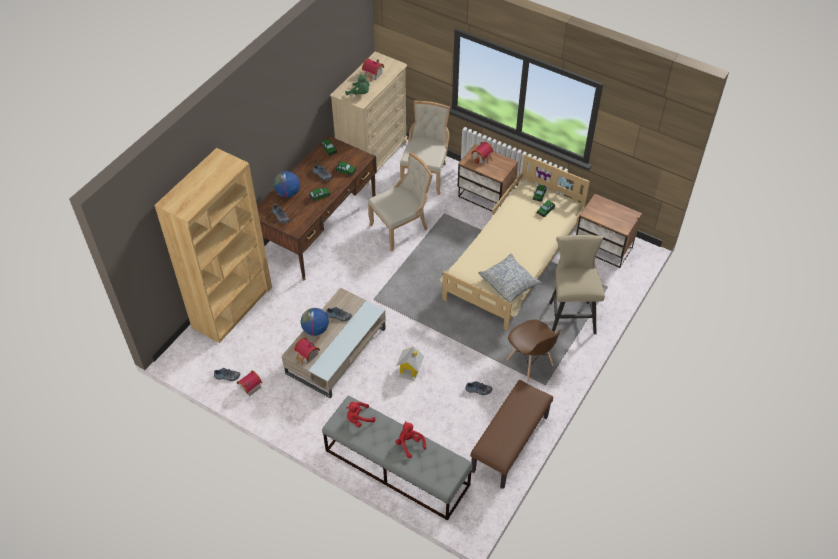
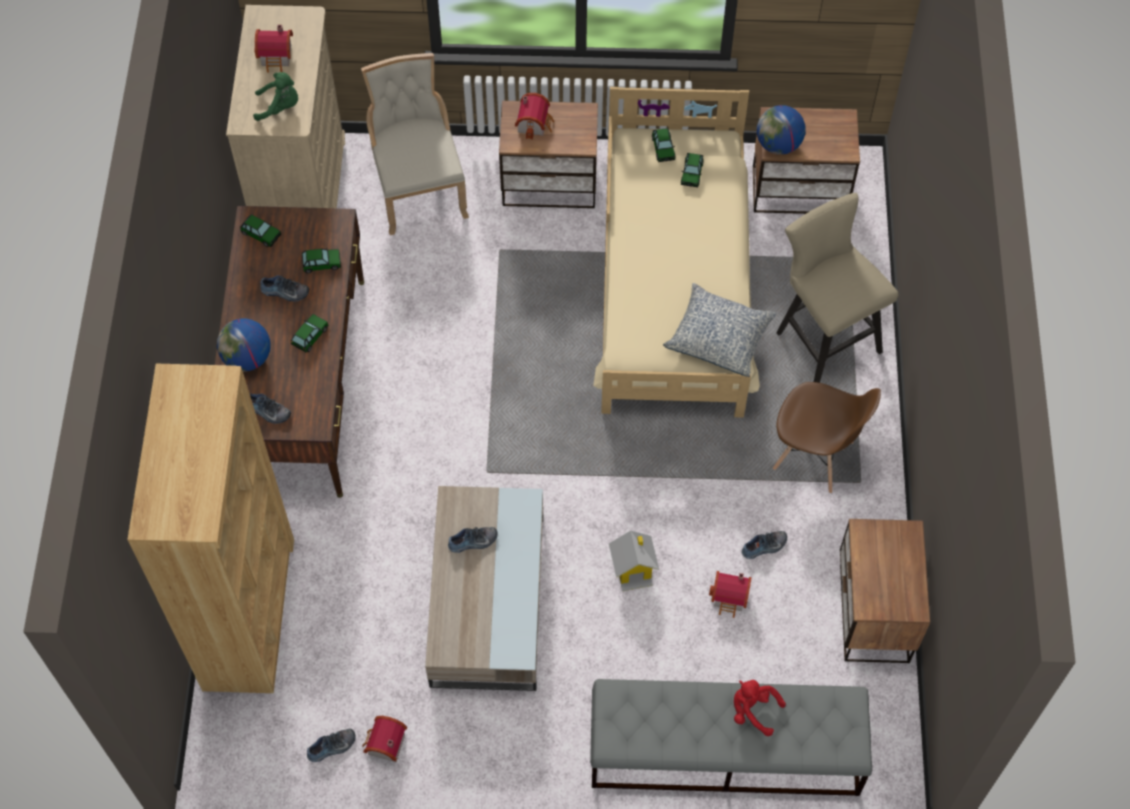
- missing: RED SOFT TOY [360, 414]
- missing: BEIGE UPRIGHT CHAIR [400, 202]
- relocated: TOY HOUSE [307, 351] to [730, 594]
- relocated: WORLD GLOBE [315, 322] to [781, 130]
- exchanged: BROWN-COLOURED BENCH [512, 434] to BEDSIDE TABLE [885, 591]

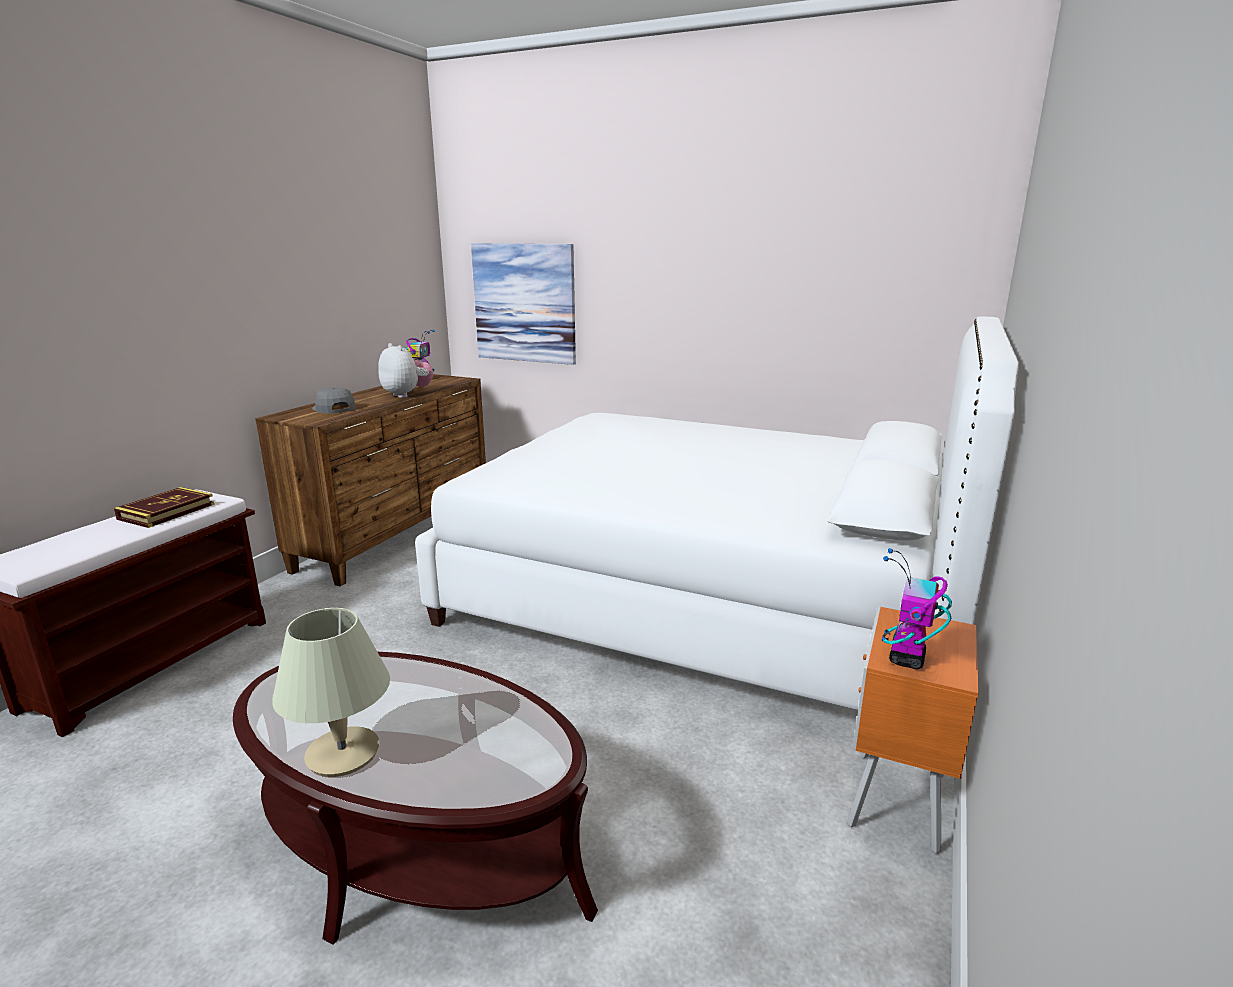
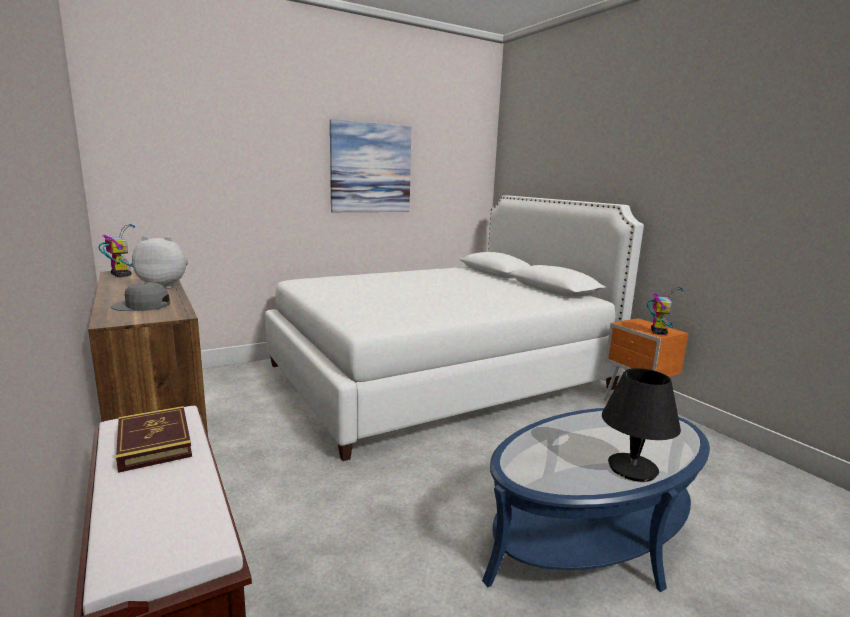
- relocated: PICTURE [523, 304] to [371, 165]
- colour: BROWN-COLOURED LOW TABLE [415, 798] to BLUISH LOW TABLE [596, 500]
- colour: BEIGE TABLETOP LAMP [331, 692] to BLACKISH TABLETOP LAMP [641, 425]
- spun: MODEL ROBOT [916, 608] = [665, 311] 135 degrees counterclockwise

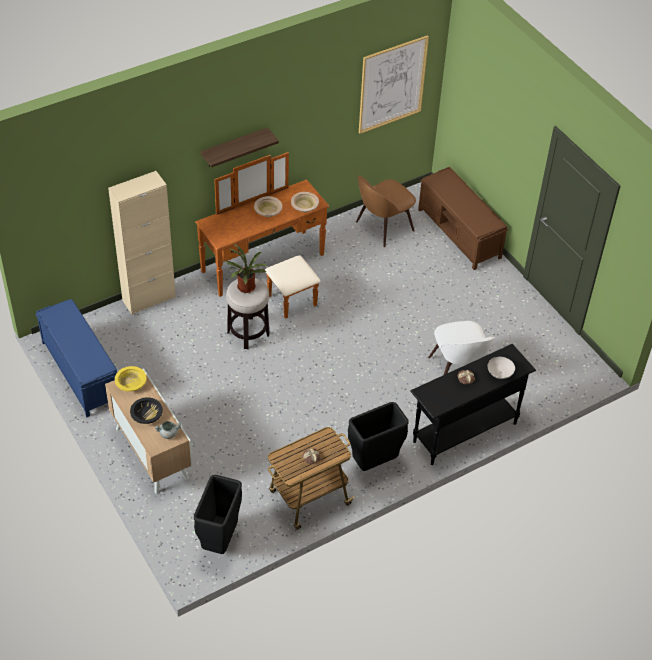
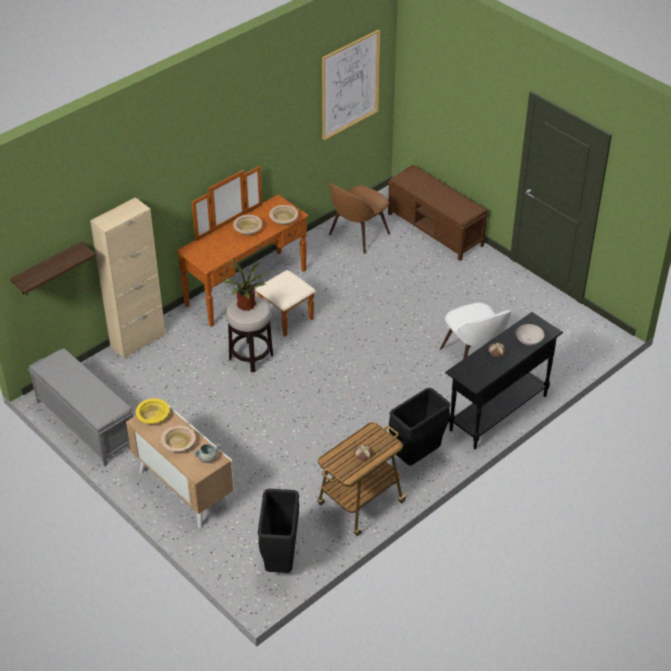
- relocated: SHELF [239, 147] to [53, 268]
- colour: BLUISH BENCH [76, 358] to GREYISH BENCH [81, 407]
- colour: BLACKISH SERVING BOWL [146, 410] to BEIGE SERVING BOWL [178, 439]

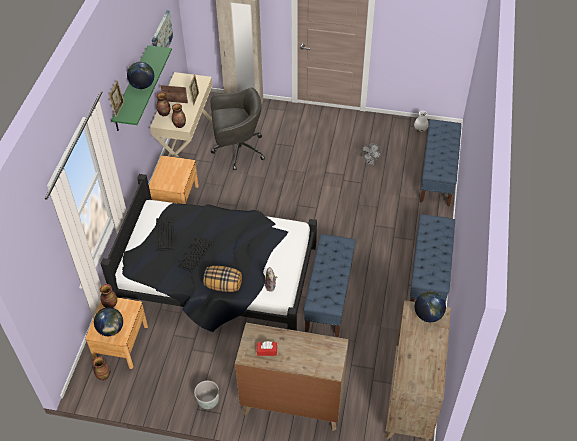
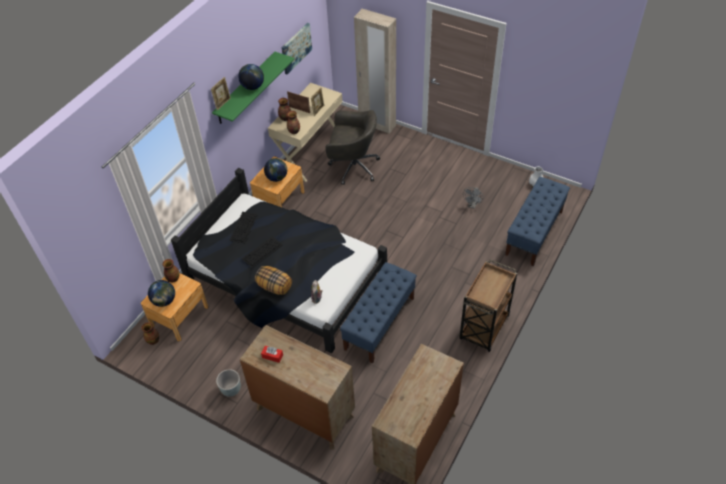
- relocated: WORLD GLOBE [430, 306] to [275, 170]
- exchanged: BLUISH BENCH [432, 258] to BROWN-COLOURED TROLLEY [488, 306]

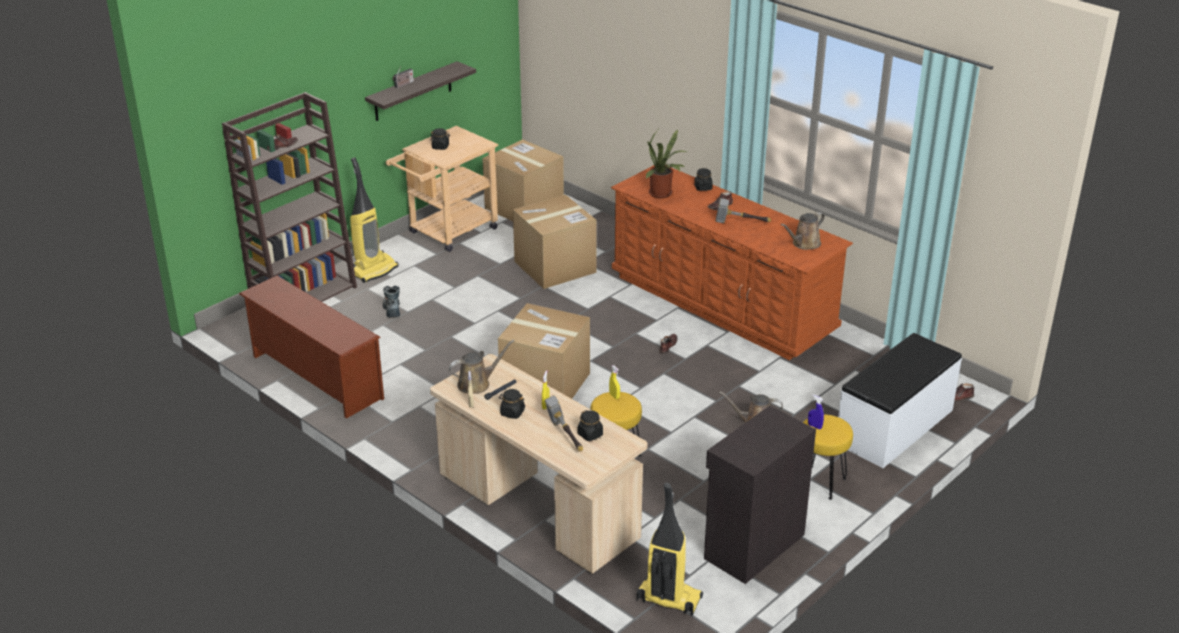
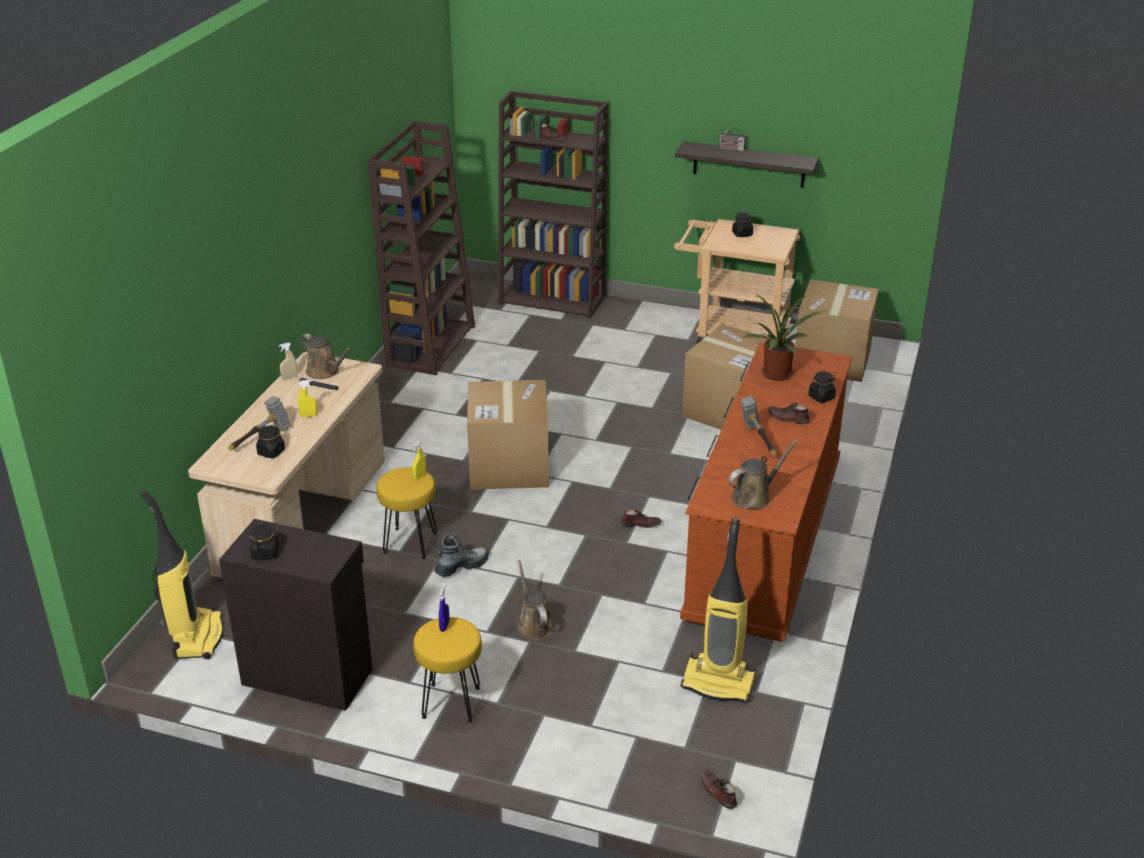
- missing: WHITISH BENCH [900, 400]
- relocated: HOOVER [374, 220] to [718, 610]
- relocated: HIGH-TOP BOOT [391, 302] to [461, 555]
- relocated: BLACKISH PRESERVE JAR [512, 404] to [264, 541]
- exchanged: BROWN-COLOURED SHOE STAND [311, 347] to BROWN-COLOURED BOOKCASE [421, 248]
- spun: BROWN-COLOURED WATERING CAN [803, 231] = [763, 474] 120 degrees clockwise

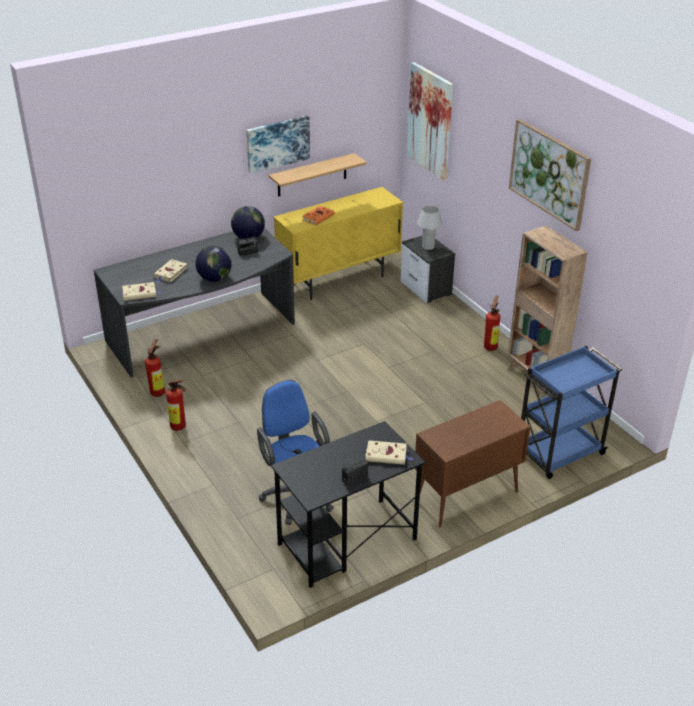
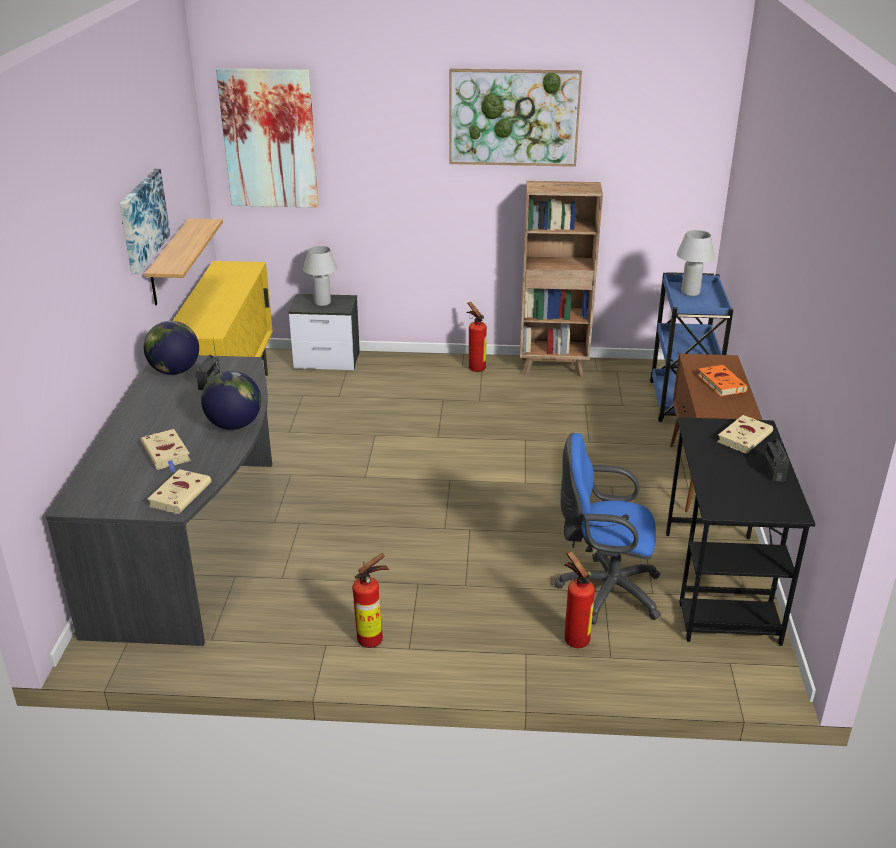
- appeared: WHITISH TABLETOP LAMP [696, 263]
- relocated: FIRE-FIGHTING CYLINDER [155, 368] to [579, 599]
- relocated: ORANGE-COLOURED BOUND BOOK [318, 215] to [722, 380]

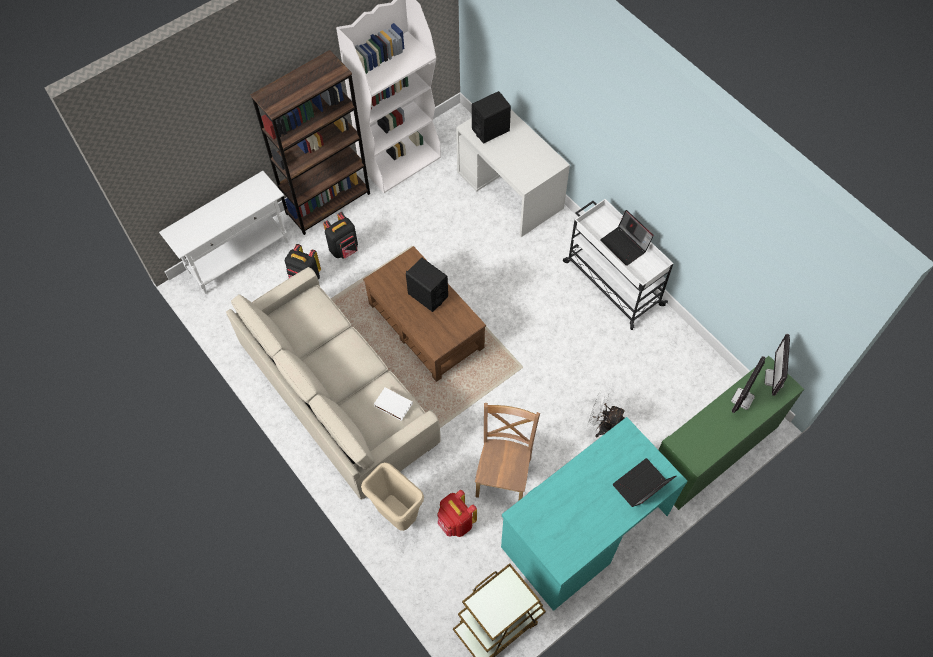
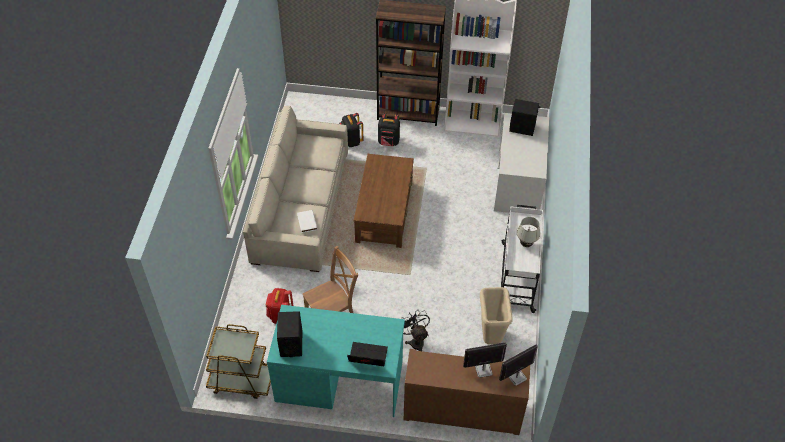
- missing: WHITISH HALL TABLE [224, 232]
- relocated: BEIGE WASTE BIN [392, 496] to [496, 316]
- relocated: BLACKISH SPEAKER [427, 285] to [289, 334]
- exchanged: PORTABLE COMPUTER [627, 238] to WHITISH TABLETOP LAMP [528, 232]
- colour: WHITISH FAN [606, 413] to BLACKISH FAN [416, 330]
- colour: GREENISH CUPBOARD [731, 433] to BROWN-COLOURED CUPBOARD [466, 392]

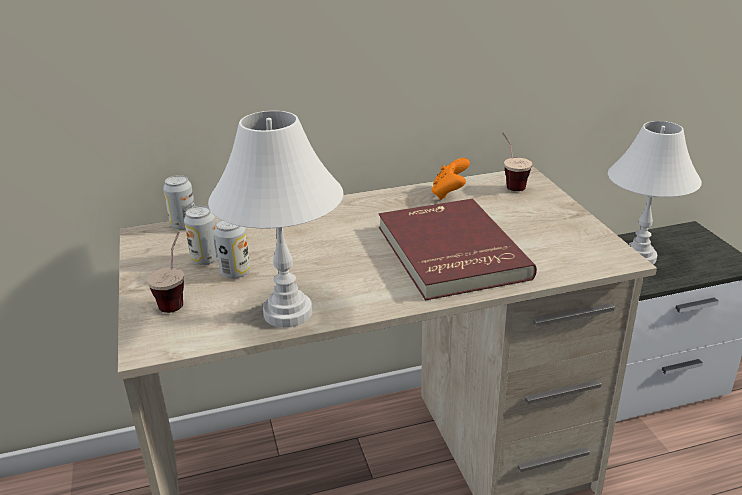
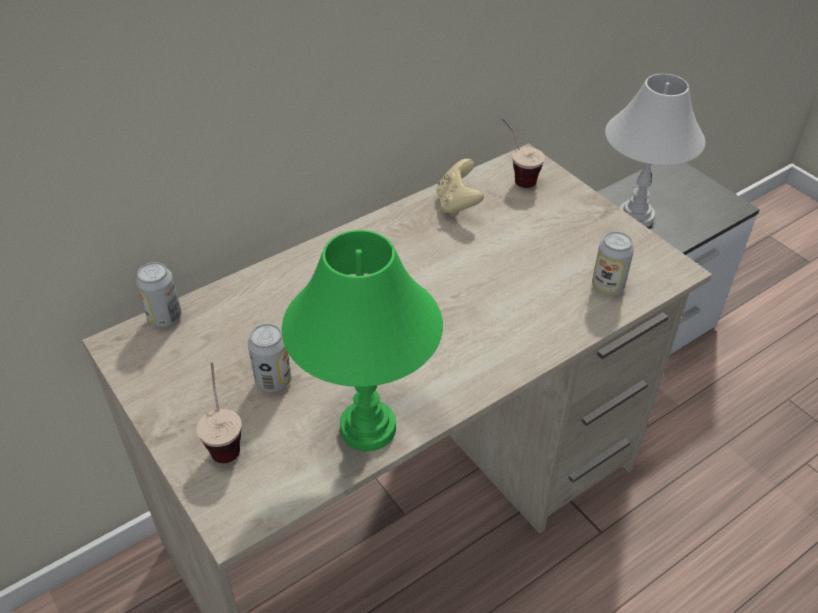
- missing: RED BOUND BOOK [458, 250]
- relocated: CAN [201, 235] to [613, 263]
- colour: WHITISH TABLETOP LAMP [275, 219] to GREENISH TABLETOP LAMP [362, 340]
- colour: ORANGE-COLOURED GAMEPAD [451, 179] to BEIGE GAMEPAD [460, 188]

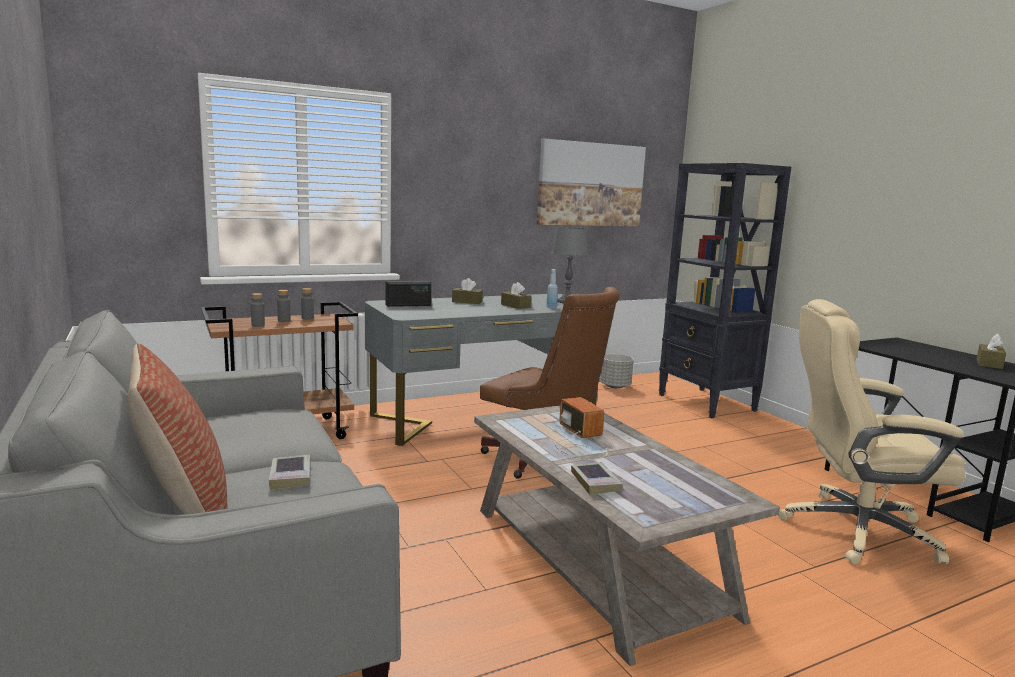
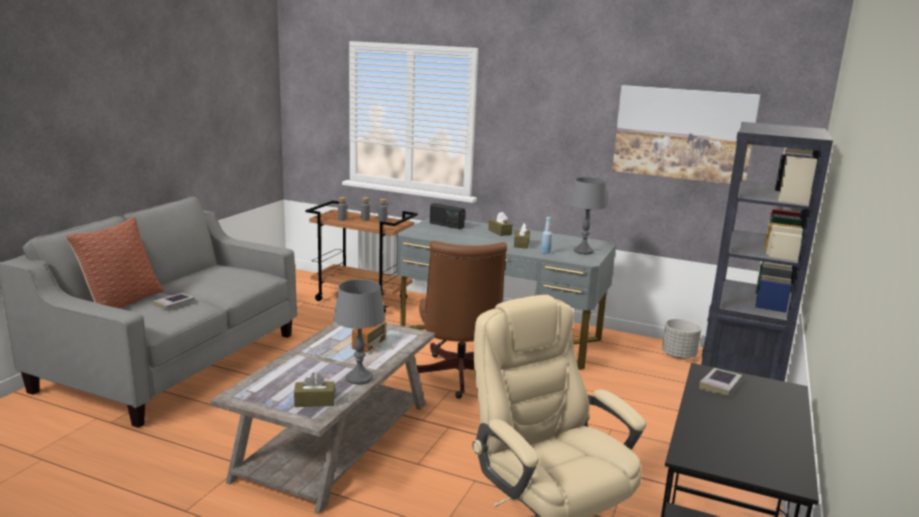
- appeared: GREYISH TABLETOP LAMP [359, 332]
- relocated: BOUND BOOK [597, 478] to [720, 382]
- relocated: BROWN-COLOURED BOX OF TISSUES [991, 351] to [314, 390]

